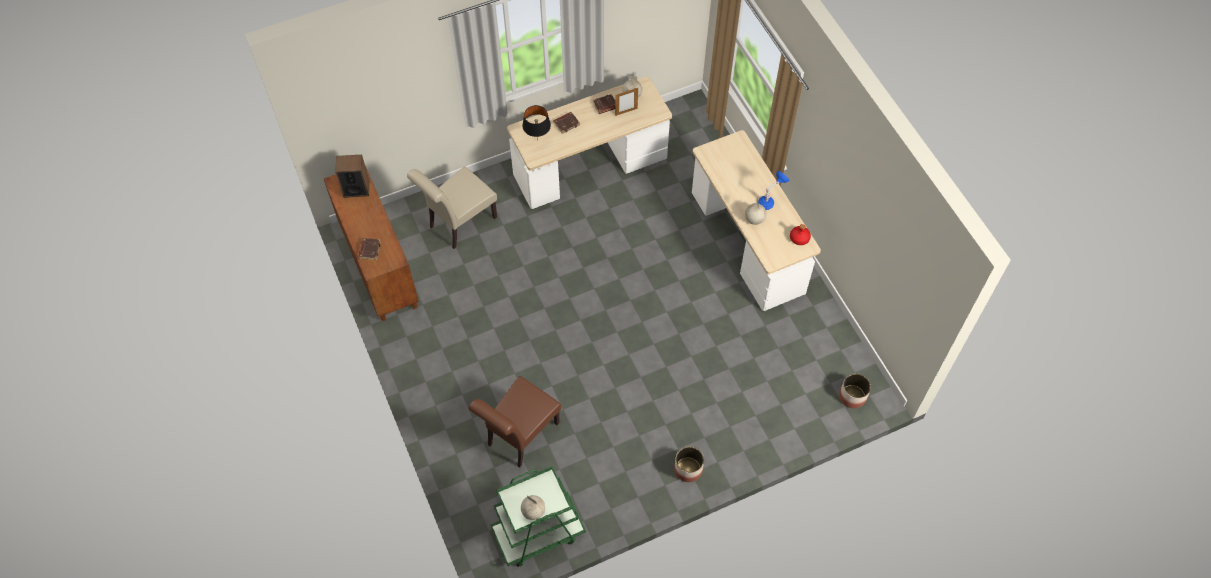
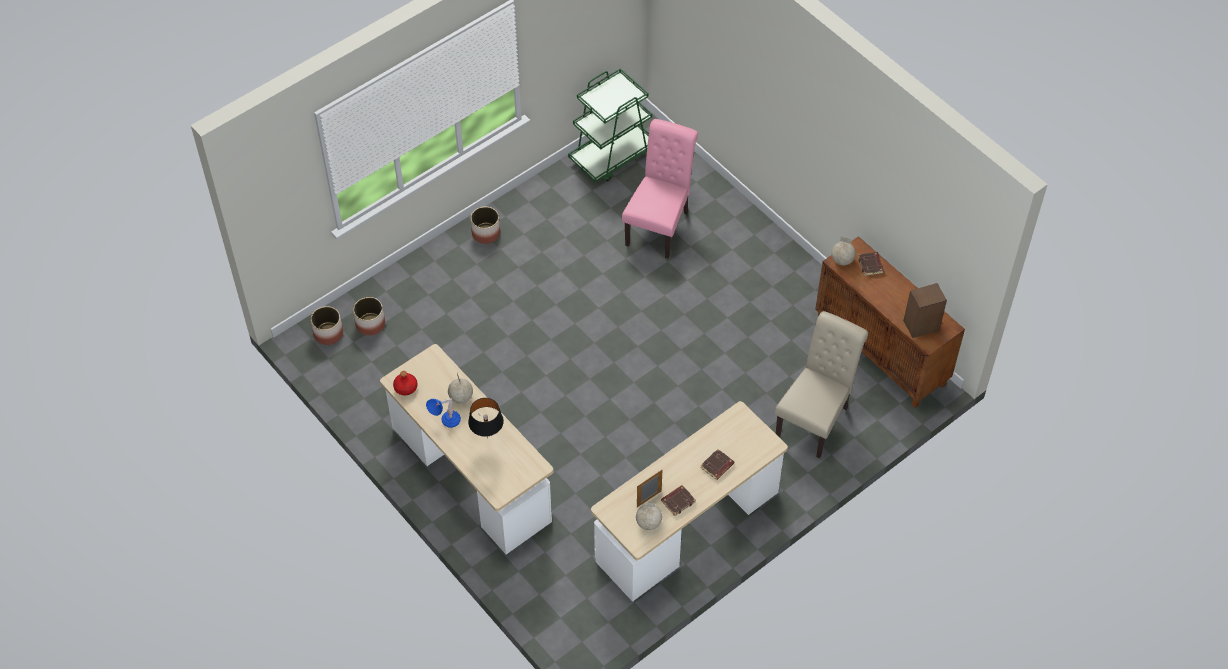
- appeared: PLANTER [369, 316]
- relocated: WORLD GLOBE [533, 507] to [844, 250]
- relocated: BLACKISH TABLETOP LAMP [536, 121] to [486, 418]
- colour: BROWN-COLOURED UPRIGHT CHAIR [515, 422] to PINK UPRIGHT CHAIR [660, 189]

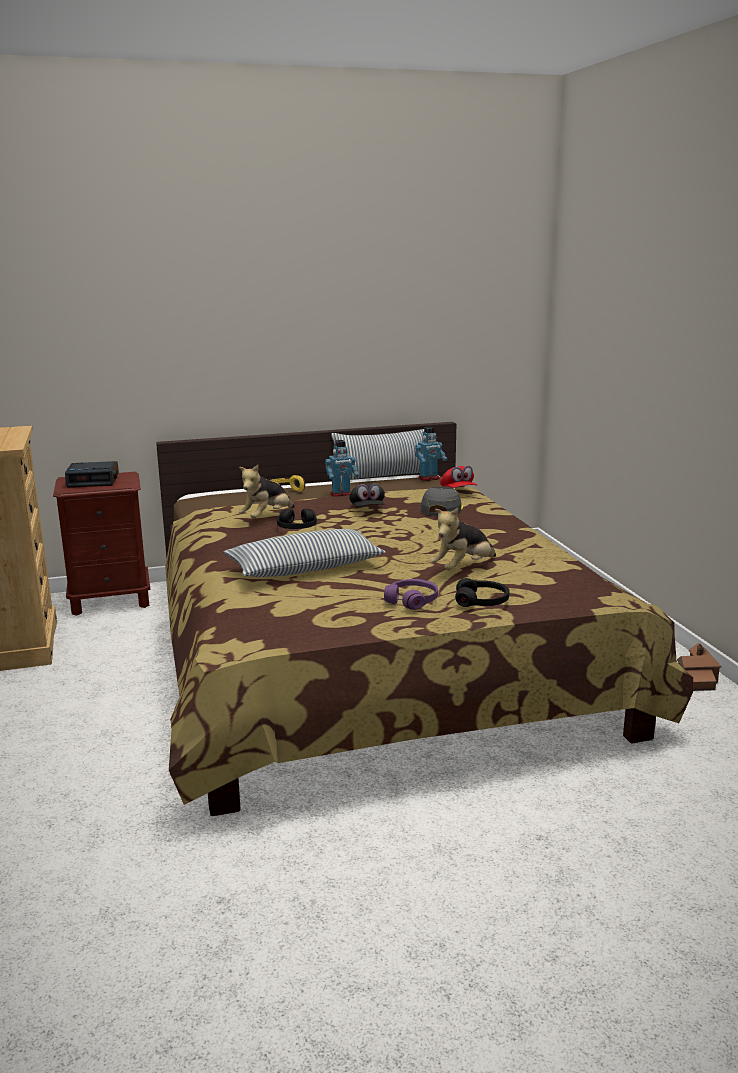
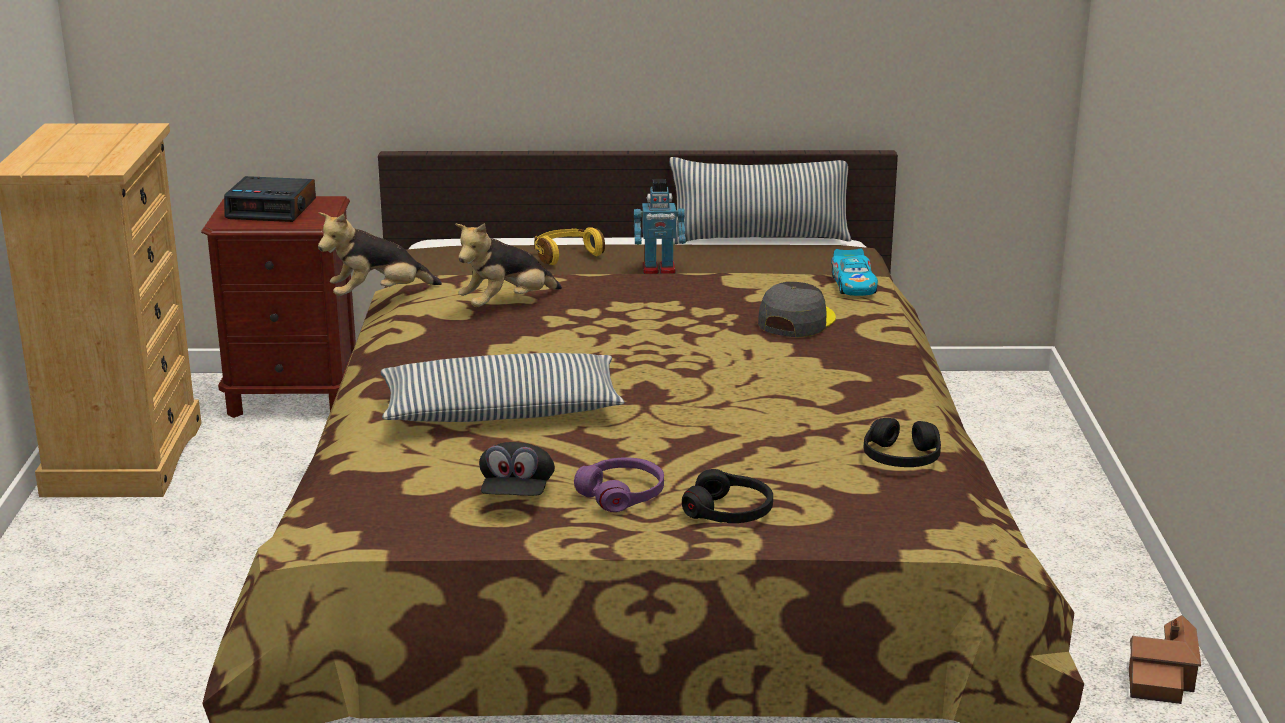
- missing: MODEL ROBOT [431, 454]
- relocated: BLACKISH HEADPHONES [297, 519] to [902, 442]
- relocated: BLACKISH CAP [367, 495] to [517, 469]
- relocated: SOFT TOY [463, 539] to [380, 254]
- exchanged: RED CAP [458, 477] to TOY CAR [854, 272]

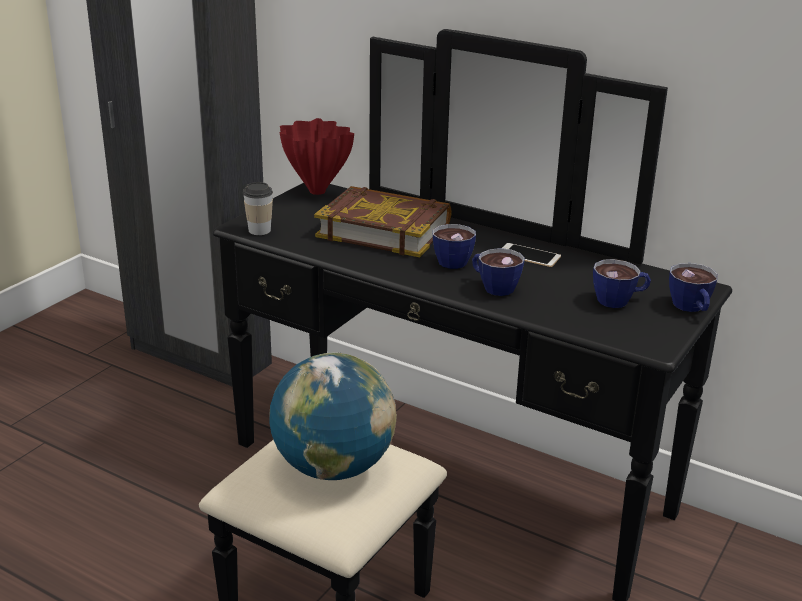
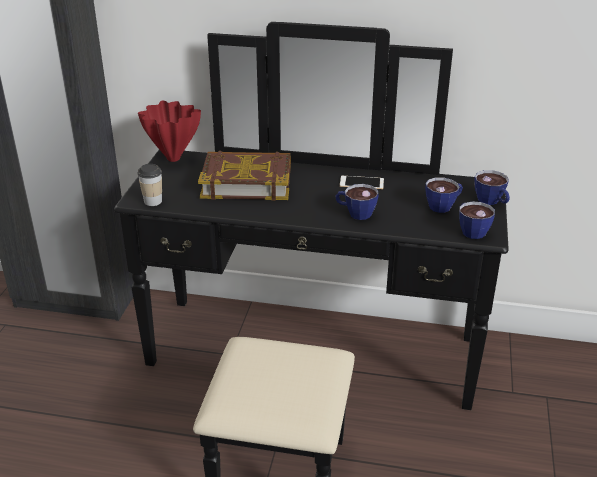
- missing: WORLD GLOBE [333, 416]
- relocated: CUP [454, 246] to [477, 220]

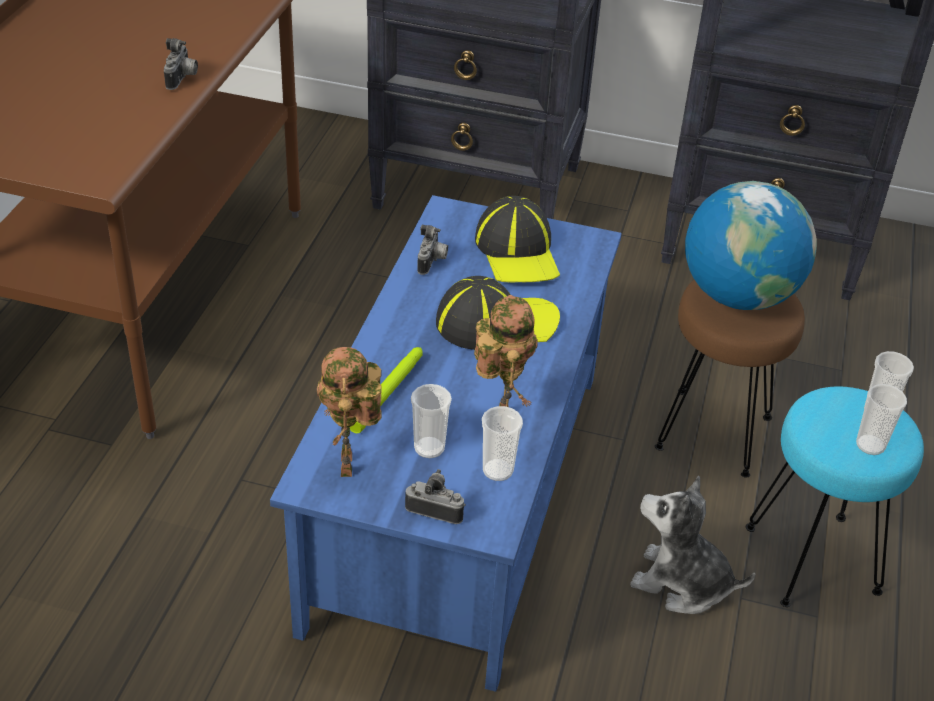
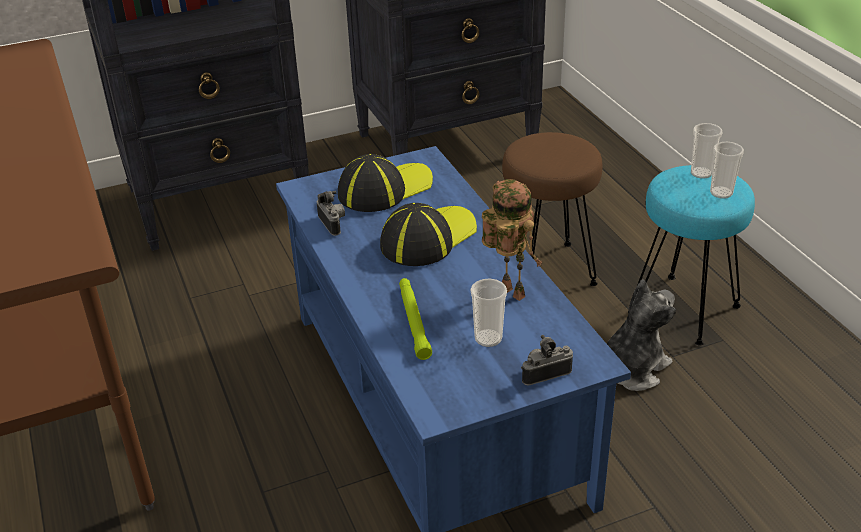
- missing: STILL CAMERA [181, 64]
- missing: MODEL ROBOT [349, 412]
- missing: CUP [502, 443]
- missing: WORLD GLOBE [751, 245]
- spun: CAP [517, 239] = [385, 183] 75 degrees counterclockwise
- spun: SOFT TOY [693, 545] = [641, 335] 150 degrees clockwise

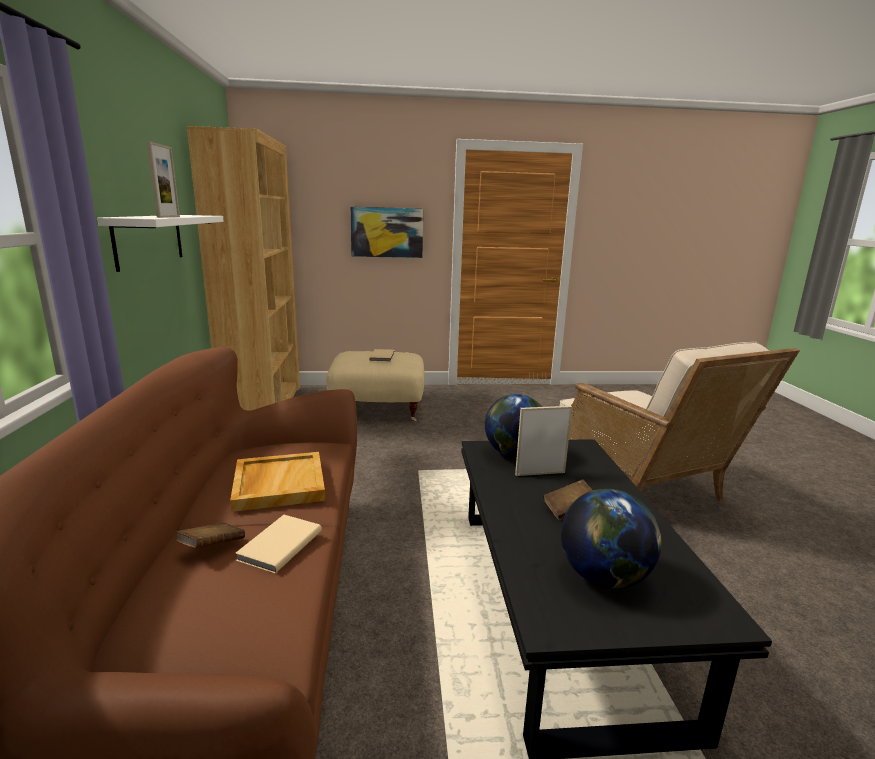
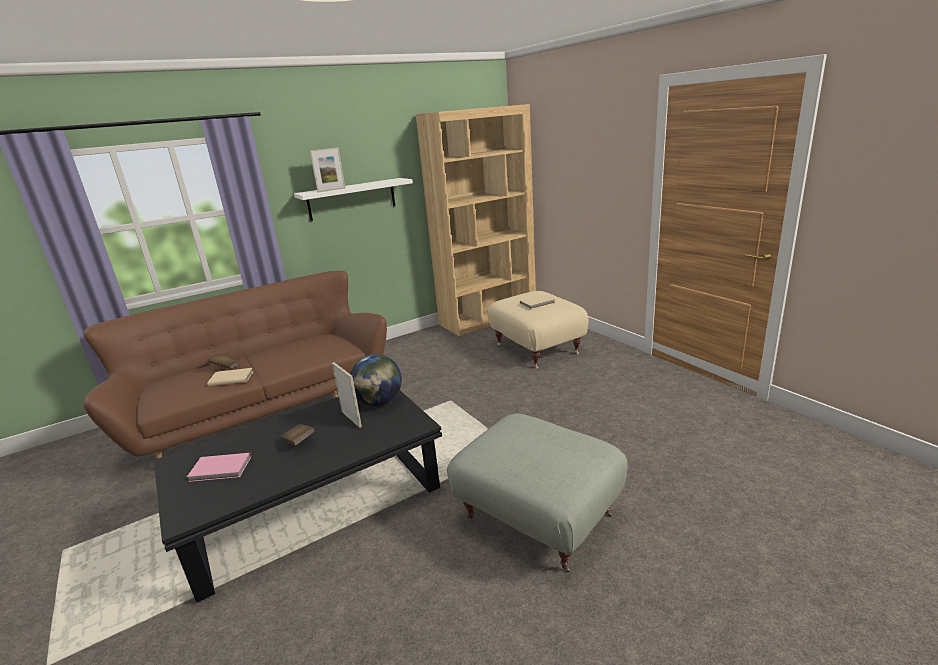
- missing: BEIGE CARRYING TRAY [277, 482]
- missing: PICTURE [386, 232]
- exchanged: BEIGE ARMCHAIR [680, 422] to GREYISH FOOTREST [537, 493]
- exchanged: WORLD GLOBE [611, 538] to PINK BOUND BOOK [219, 467]

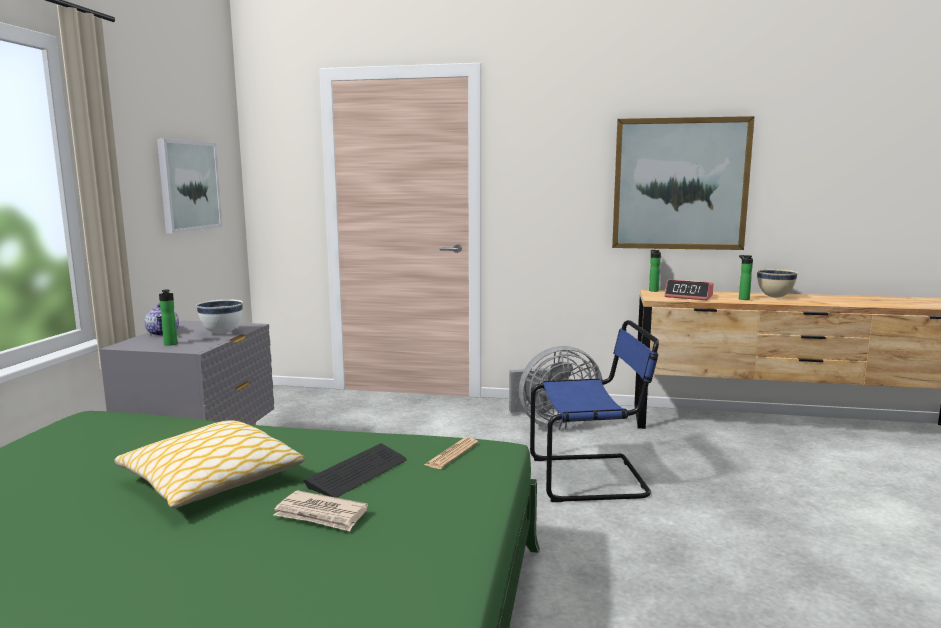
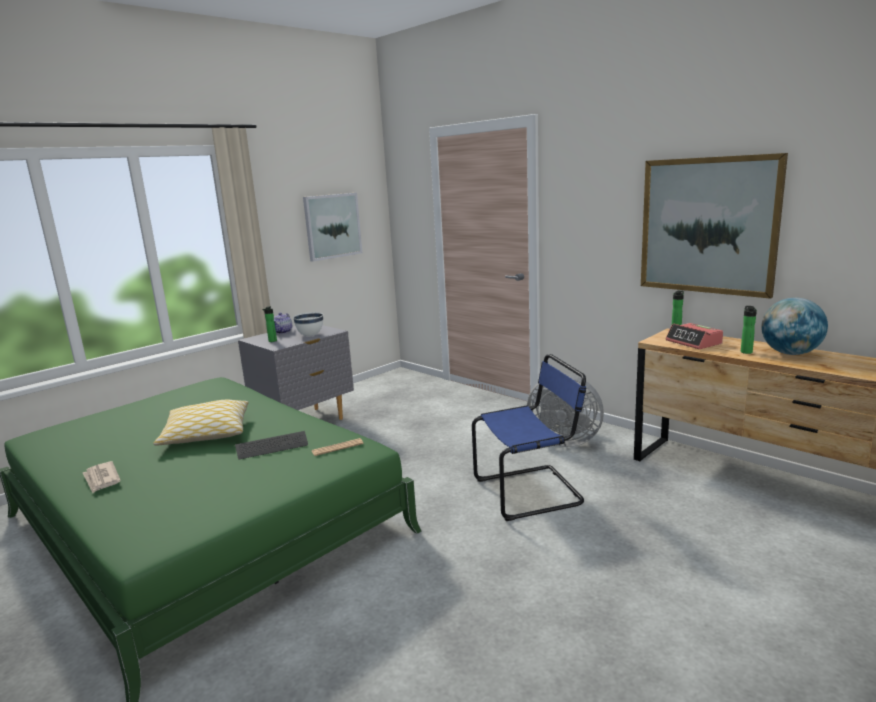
- relocated: DAILY PAPER [321, 510] to [102, 477]
- exchanged: BEIGE SERVING BOWL [777, 283] to WORLD GLOBE [794, 326]
- spun: BLUISH UPRIGHT CHAIR [594, 411] = [529, 437] 45 degrees counterclockwise

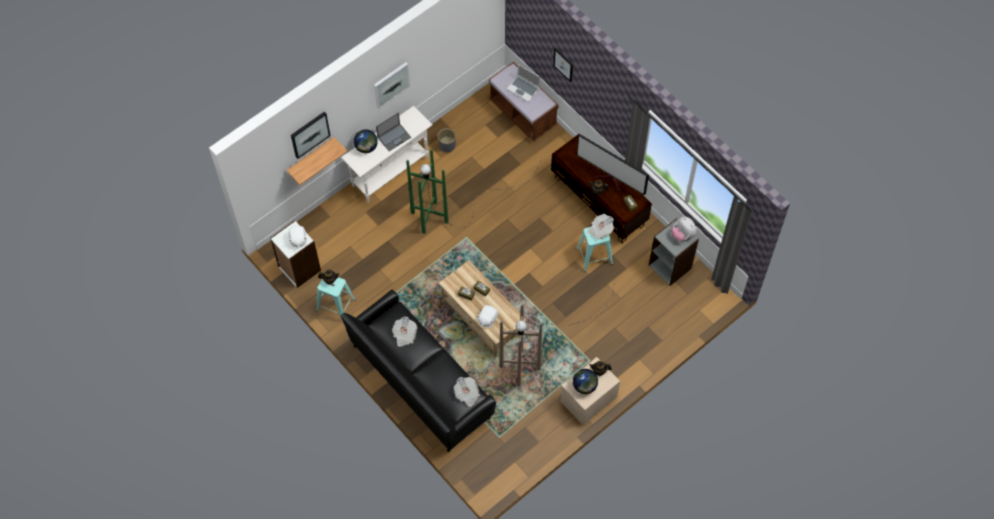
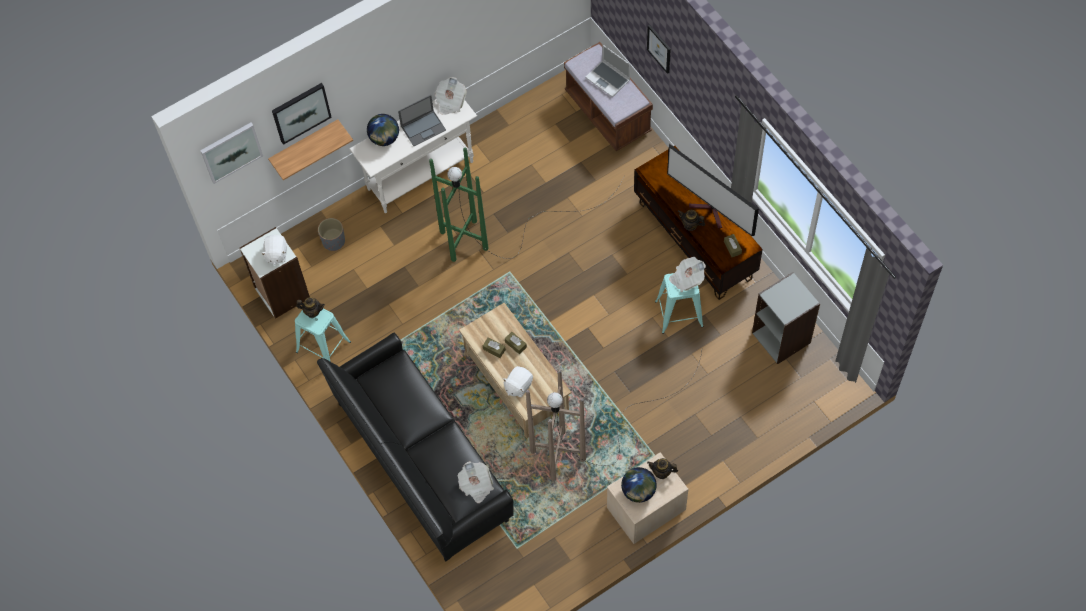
- missing: SOFT TOY [684, 229]
- relocated: PICTURE [392, 85] to [231, 153]
- relocated: DAILY PAPER [404, 332] to [451, 96]
- relocated: GREYISH PLANTER [447, 140] to [331, 234]

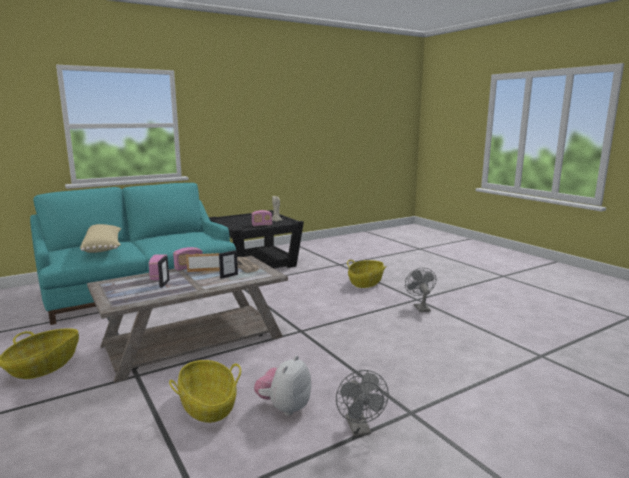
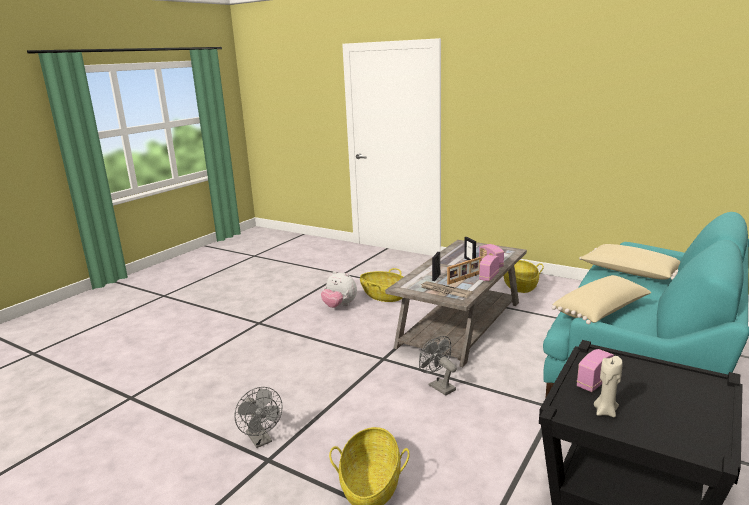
- appeared: BEIGE CUSHION [602, 299]
- relocated: GREYISH FAN [362, 403] to [438, 366]
- spun: SOFT TOY [282, 386] = [339, 289] 120 degrees clockwise

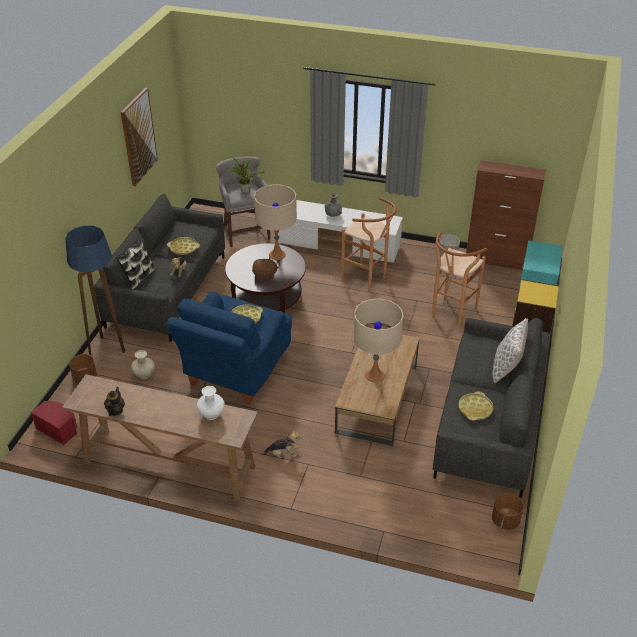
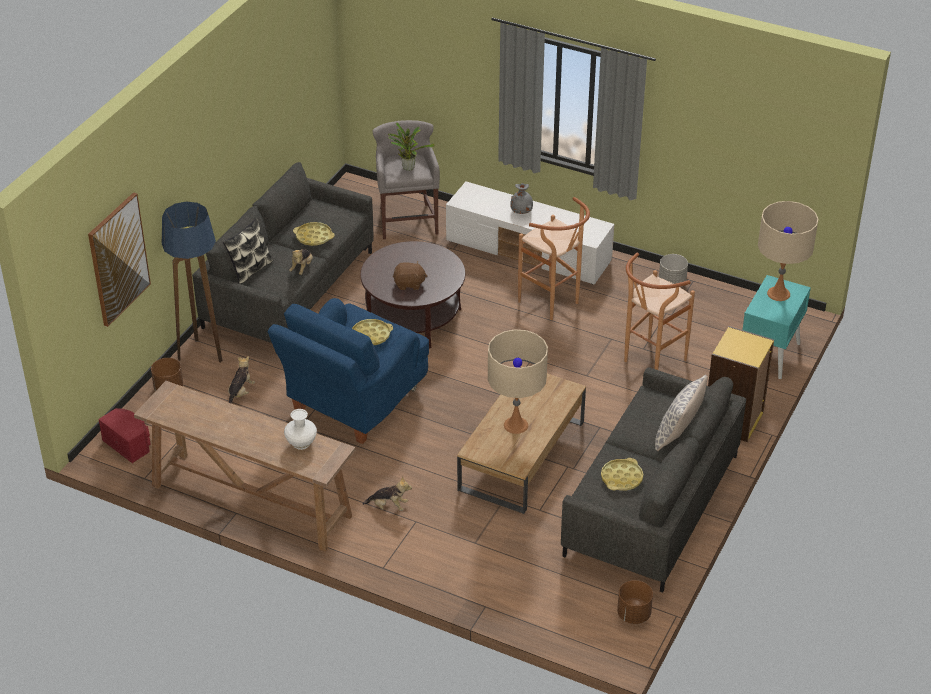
- missing: TEA POT [114, 401]
- missing: BROWN-COLOURED CUPBOARD [506, 215]
- relocated: PICTURE [139, 137] to [119, 259]
- relocated: BEIGE TABLETOP LAMP [275, 222] to [788, 251]
- exchanged: BEIGE FLOWER VASE [143, 364] to SOFT TOY [241, 380]

